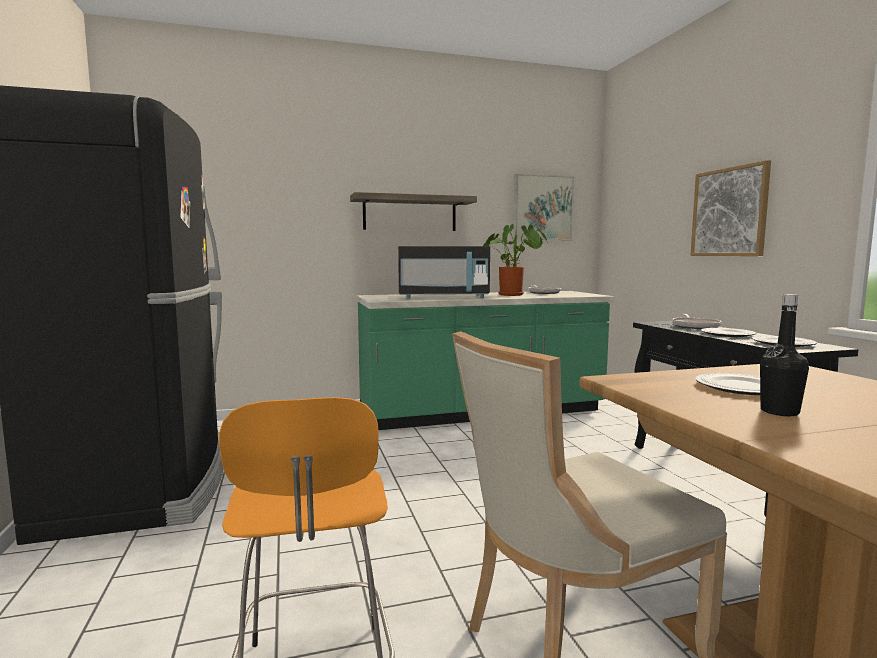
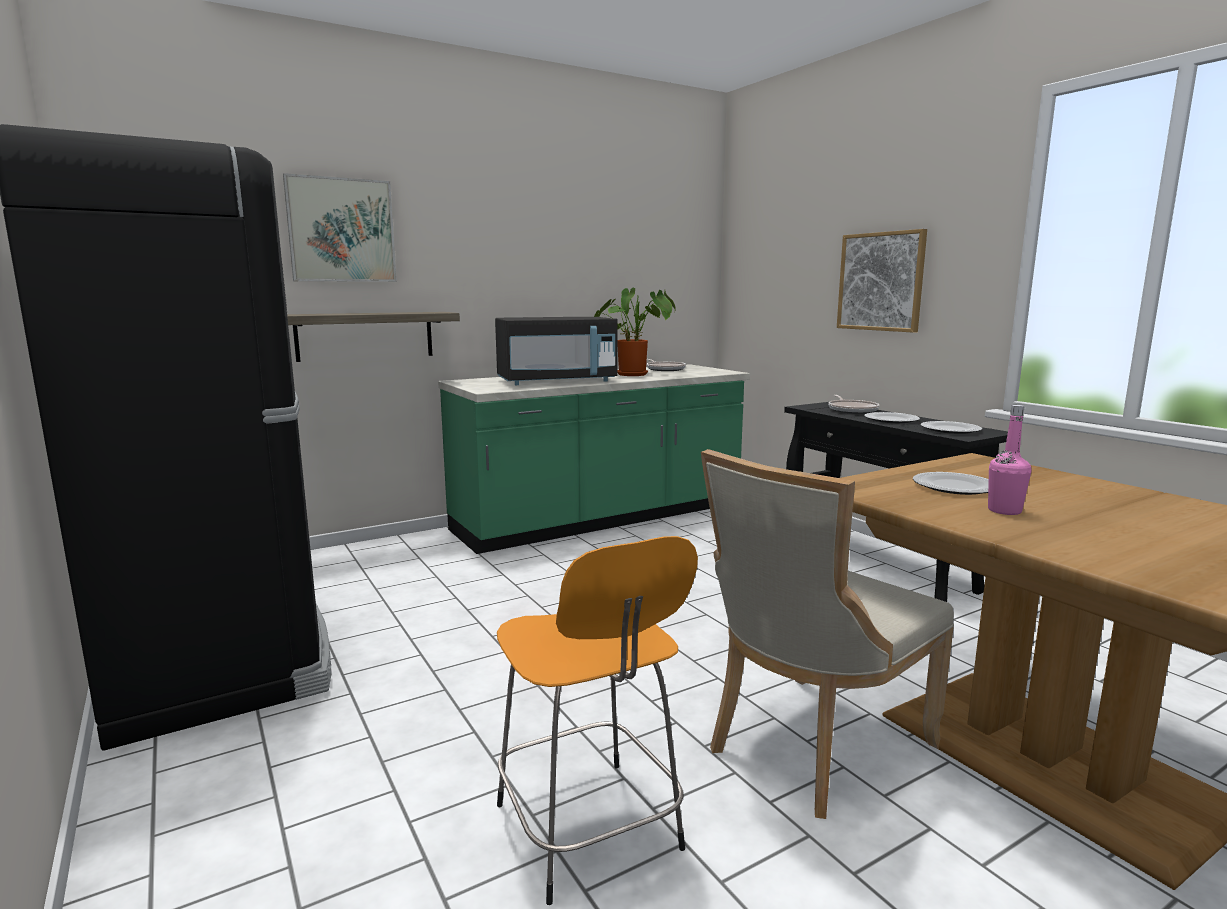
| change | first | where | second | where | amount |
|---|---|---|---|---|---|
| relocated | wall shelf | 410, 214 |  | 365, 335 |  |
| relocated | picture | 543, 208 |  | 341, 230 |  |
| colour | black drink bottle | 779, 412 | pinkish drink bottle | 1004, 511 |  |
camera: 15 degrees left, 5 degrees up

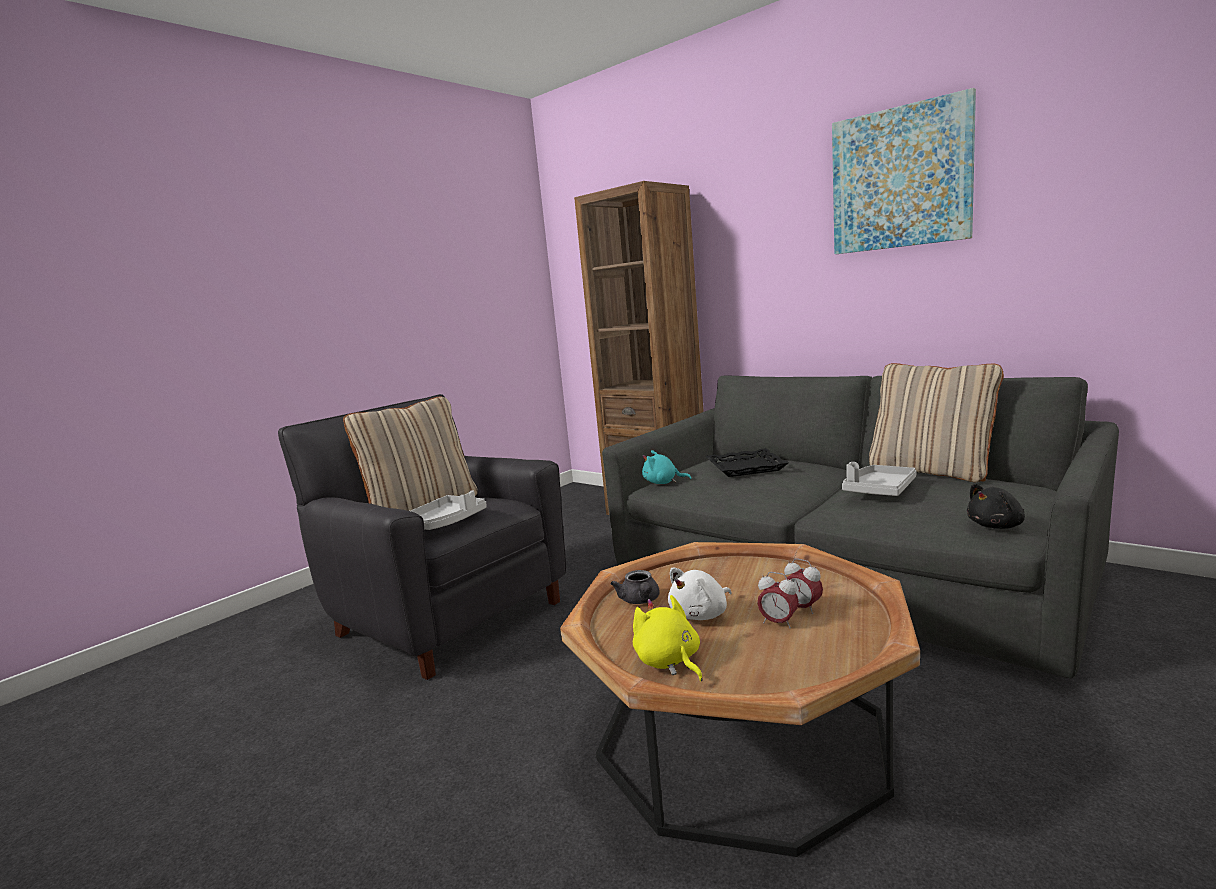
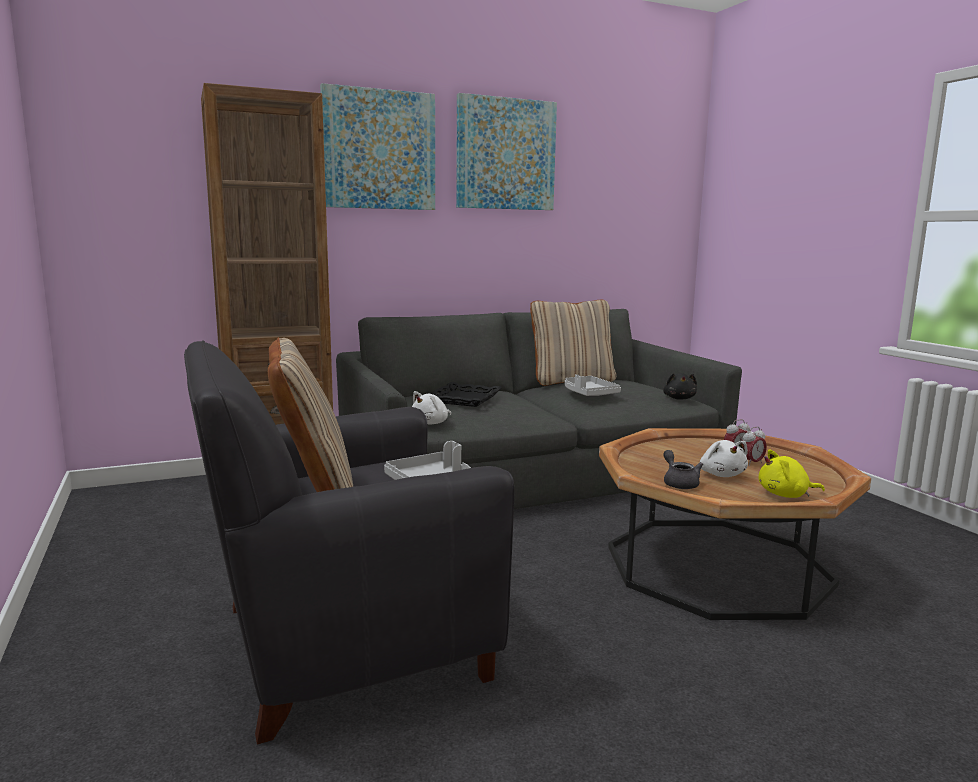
| change | first | where | second | where | amount |
|---|---|---|---|---|---|
| appeared |  |  | picture | 379, 150 |  |
| colour | turquoise cuddly toy | 663, 483 | whitish cuddly toy | 431, 423 |  |
| spun | grey teapot | 640, 601 |  | 679, 483 | 120 degrees counterclockwise |
camera: 65 degrees left, 0 degrees up

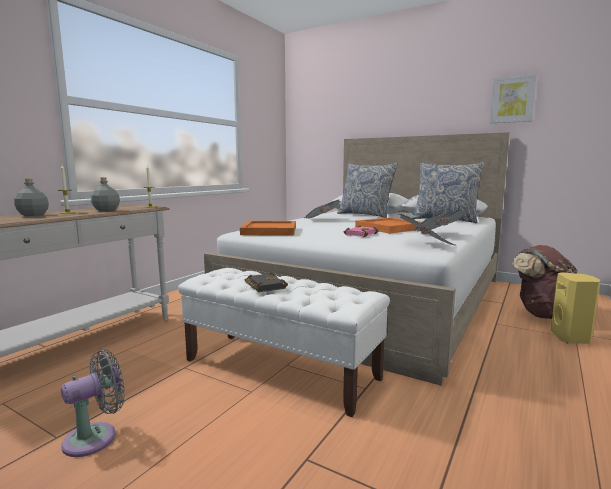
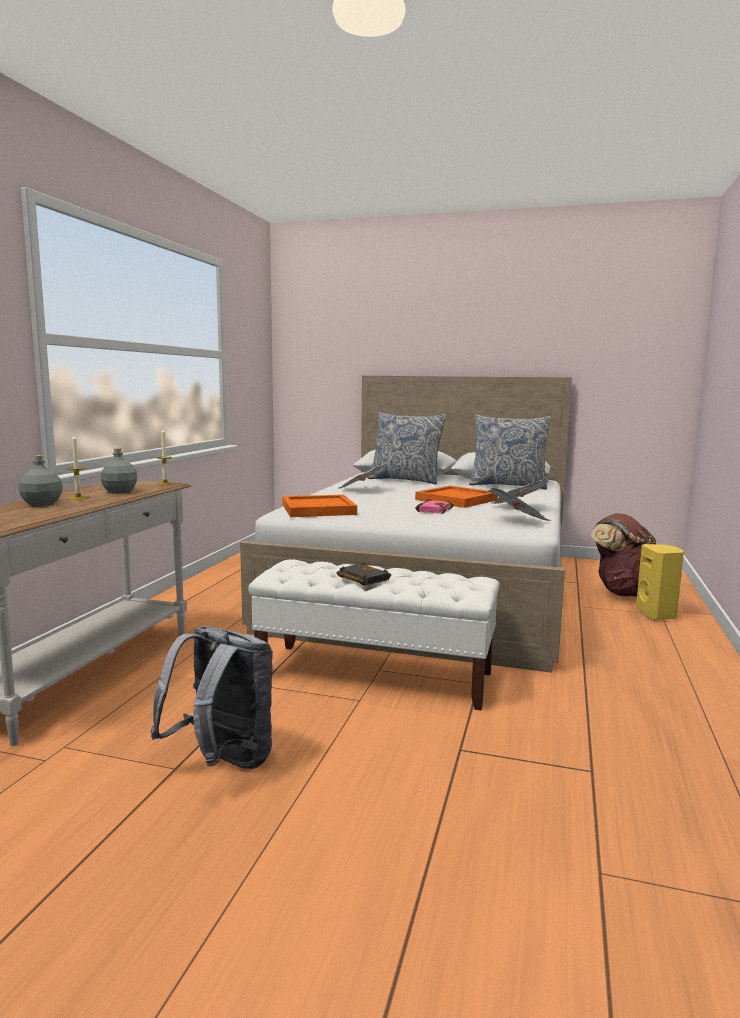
| change | first | where | second | where | amount |
|---|---|---|---|---|---|
| missing | picture | 512, 99 |  |  |  |
| exchanged | grey fan | 96, 437 | grey backpack | 222, 762 |  |
camera: 15 degrees left, 0 degrees up

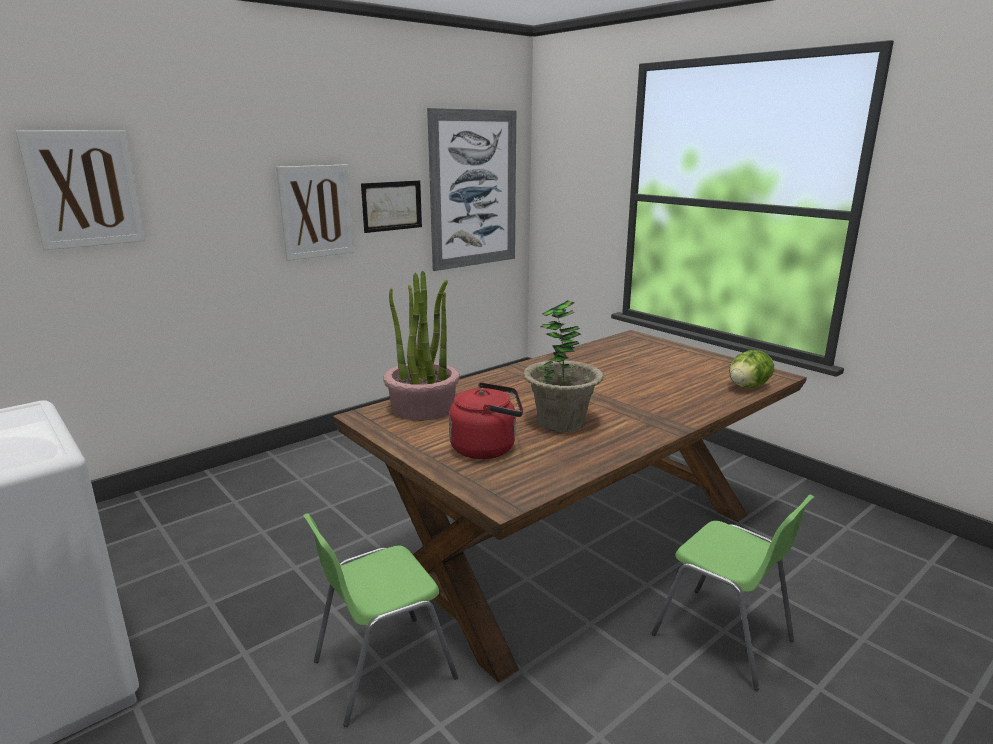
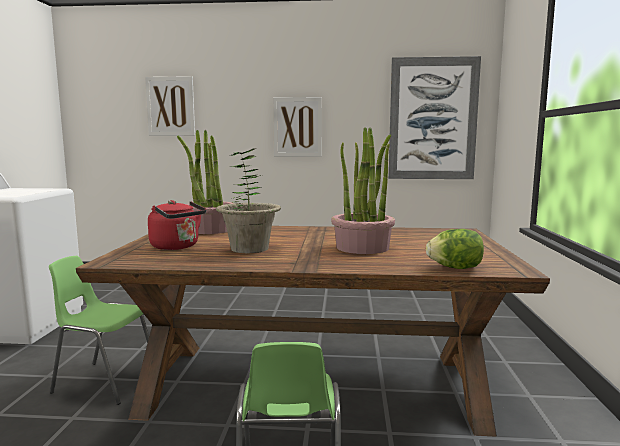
| change | first | where | second | where | amount |
|---|---|---|---|---|---|
| missing | picture | 392, 206 |  |  |  |
| appeared |  |  | plant in a pot | 362, 248 |  |
camera: 45 degrees right, 10 degrees down

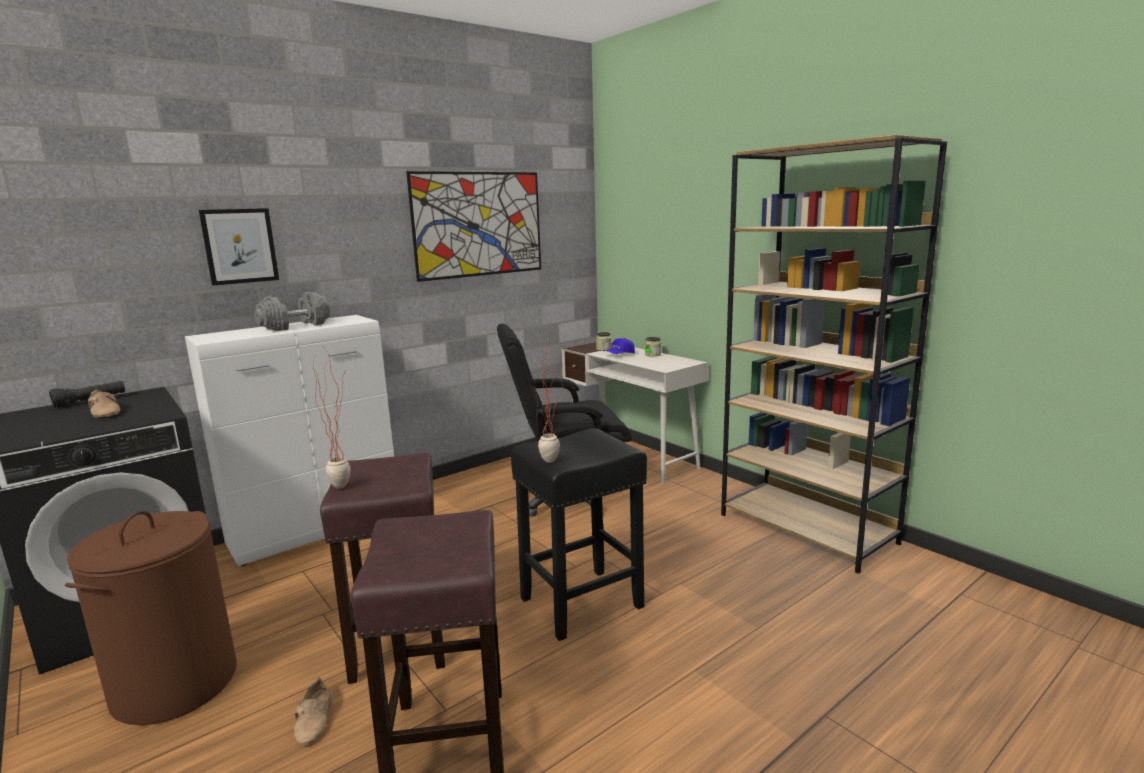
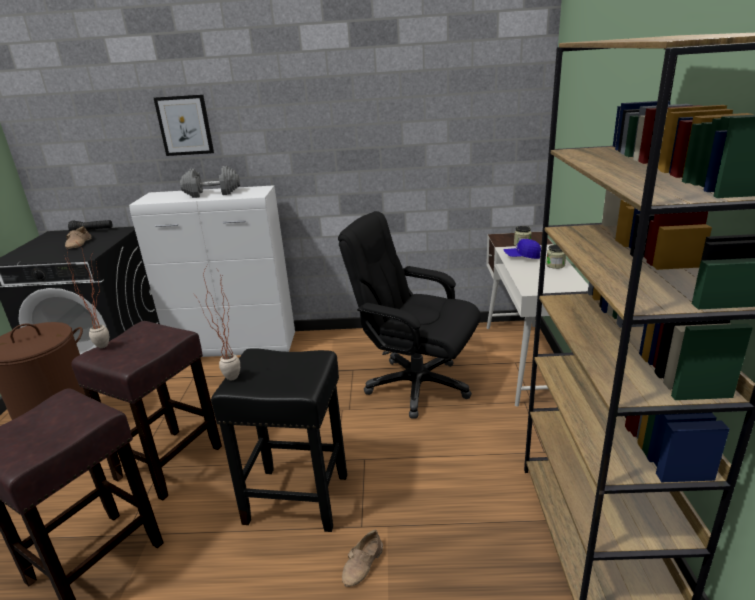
| change | first | where | second | where | amount |
|---|---|---|---|---|---|
| missing | picture | 479, 224 |  |  |  |
| relocated | beige low shoe | 316, 719 |  | 363, 564 |  |
camera: 40 degrees right, 10 degrees up

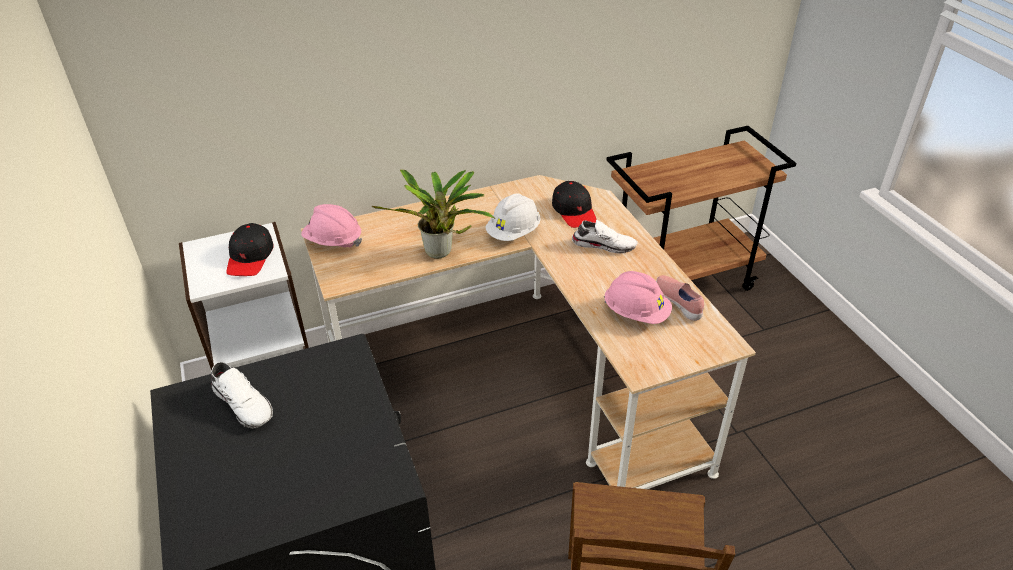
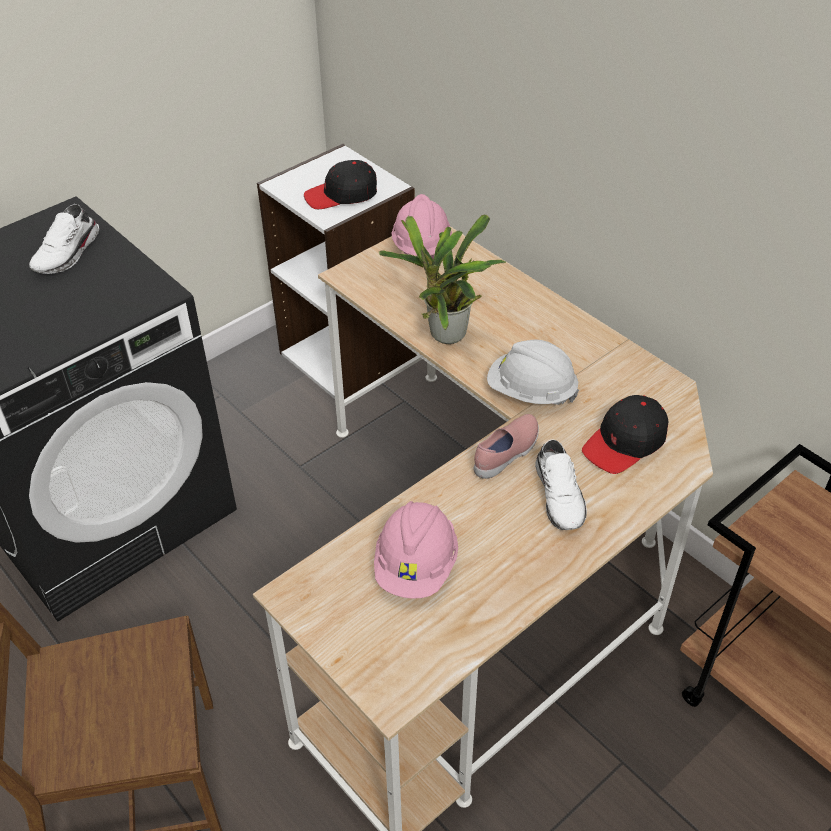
| change | first | where | second | where | amount |
|---|---|---|---|---|---|
| relocated | pinkish low shoe | 679, 303 |  | 507, 454 |  |
camera: 70 degrees right, 5 degrees up

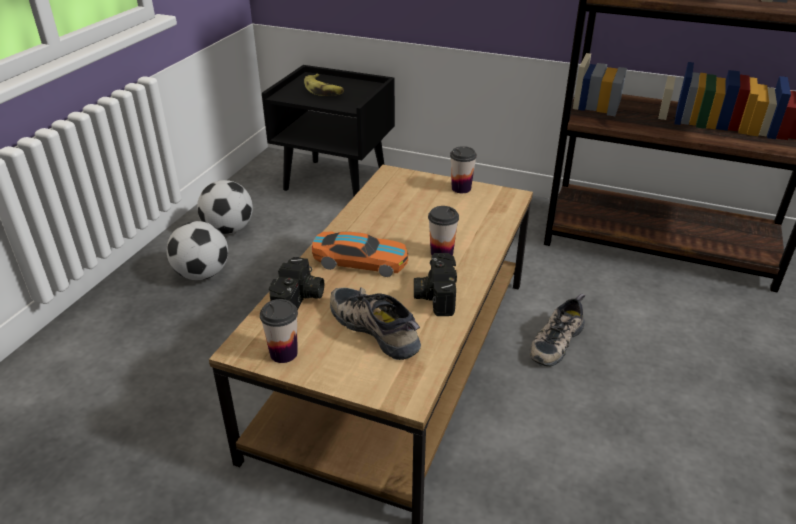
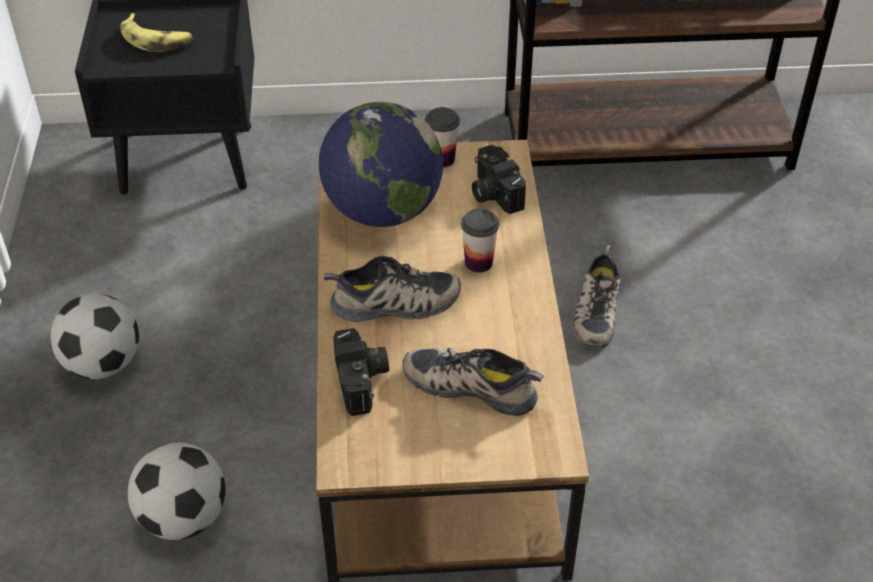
| change | first | where | second | where | amount |
|---|---|---|---|---|---|
| missing | drinking cup | 283, 353 |  |  |  |
| appeared |  |  | desk globe | 382, 211 |  |
| relocated | football | 229, 229 |  | 183, 518 |  |
| relocated | still camera | 434, 295 |  | 492, 193 |  |
| exchanged | toy car | 360, 261 | low shoe | 394, 304 |  |
camera: 25 degrees left, 10 degrees up

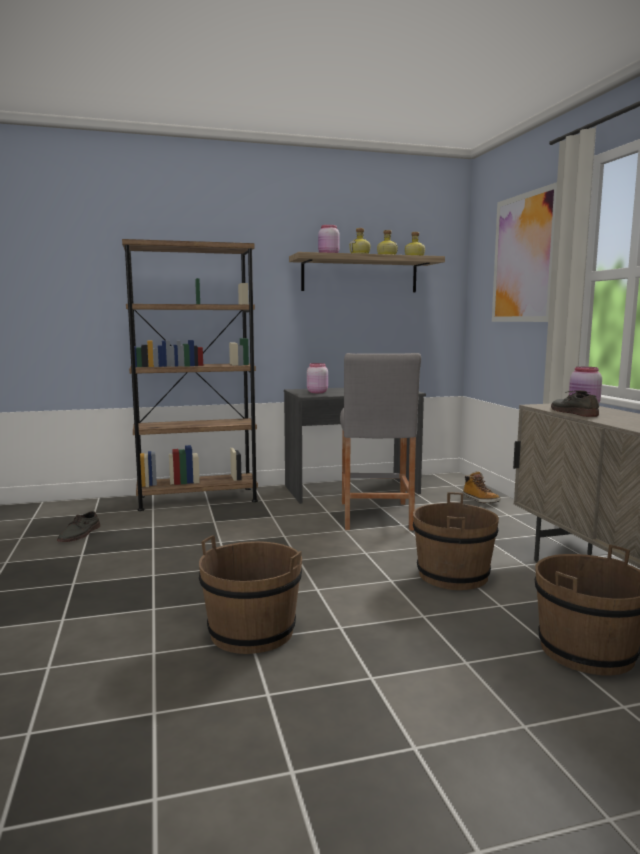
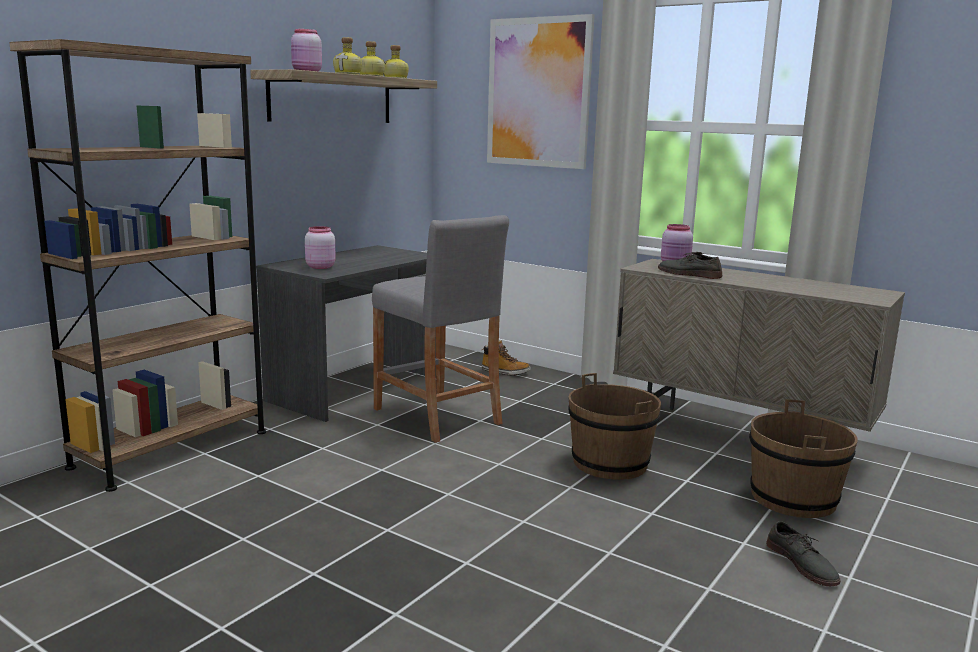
| change | first | where | second | where | amount |
|---|---|---|---|---|---|
| missing | brown-coloured pail | 252, 632 |  |  |  |
| relocated | grey low shoe | 80, 534 |  | 802, 563 |  |
camera: 40 degrees left, 5 degrees up

